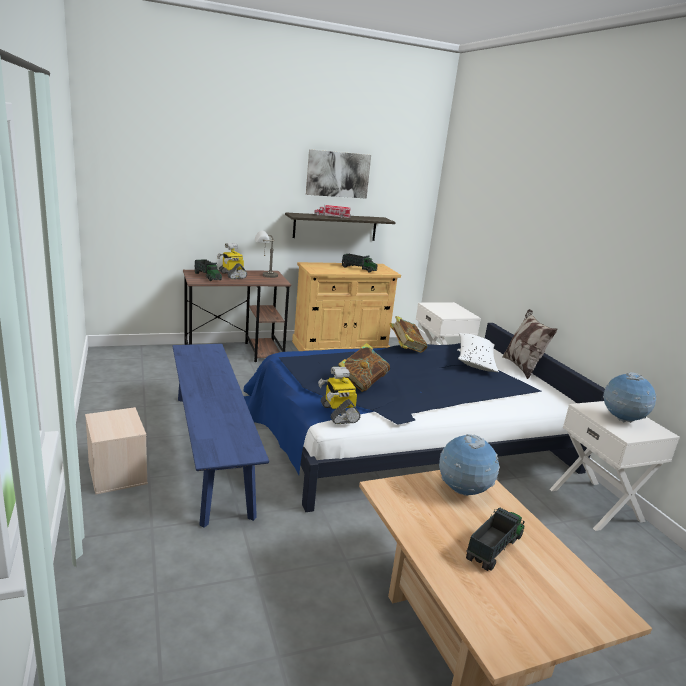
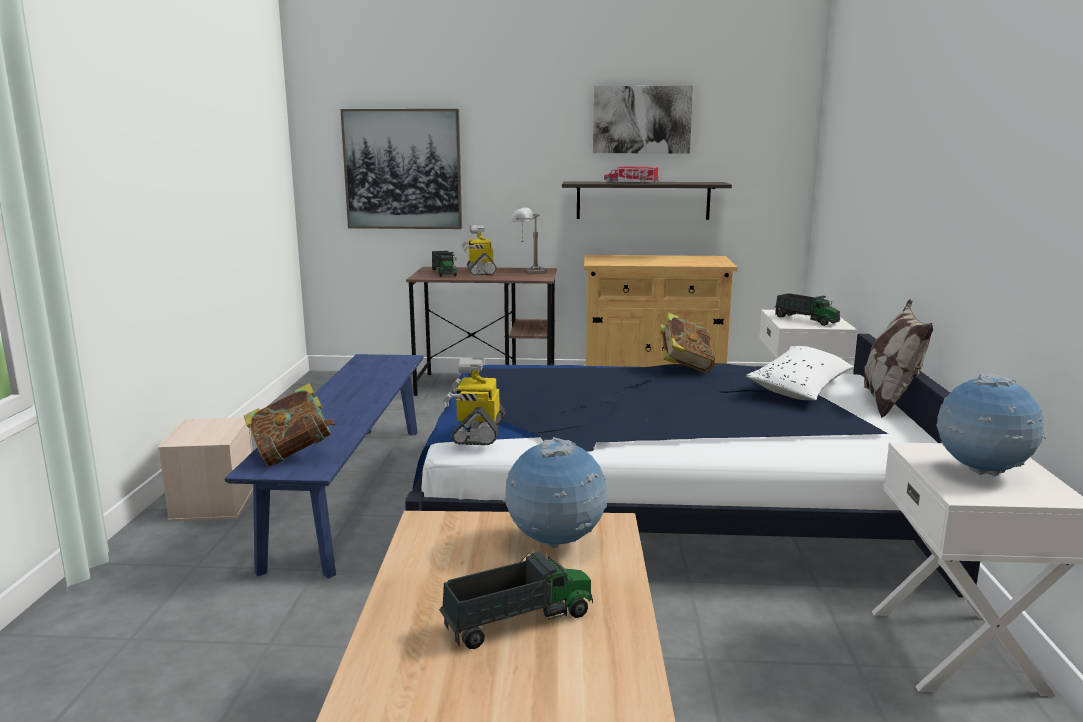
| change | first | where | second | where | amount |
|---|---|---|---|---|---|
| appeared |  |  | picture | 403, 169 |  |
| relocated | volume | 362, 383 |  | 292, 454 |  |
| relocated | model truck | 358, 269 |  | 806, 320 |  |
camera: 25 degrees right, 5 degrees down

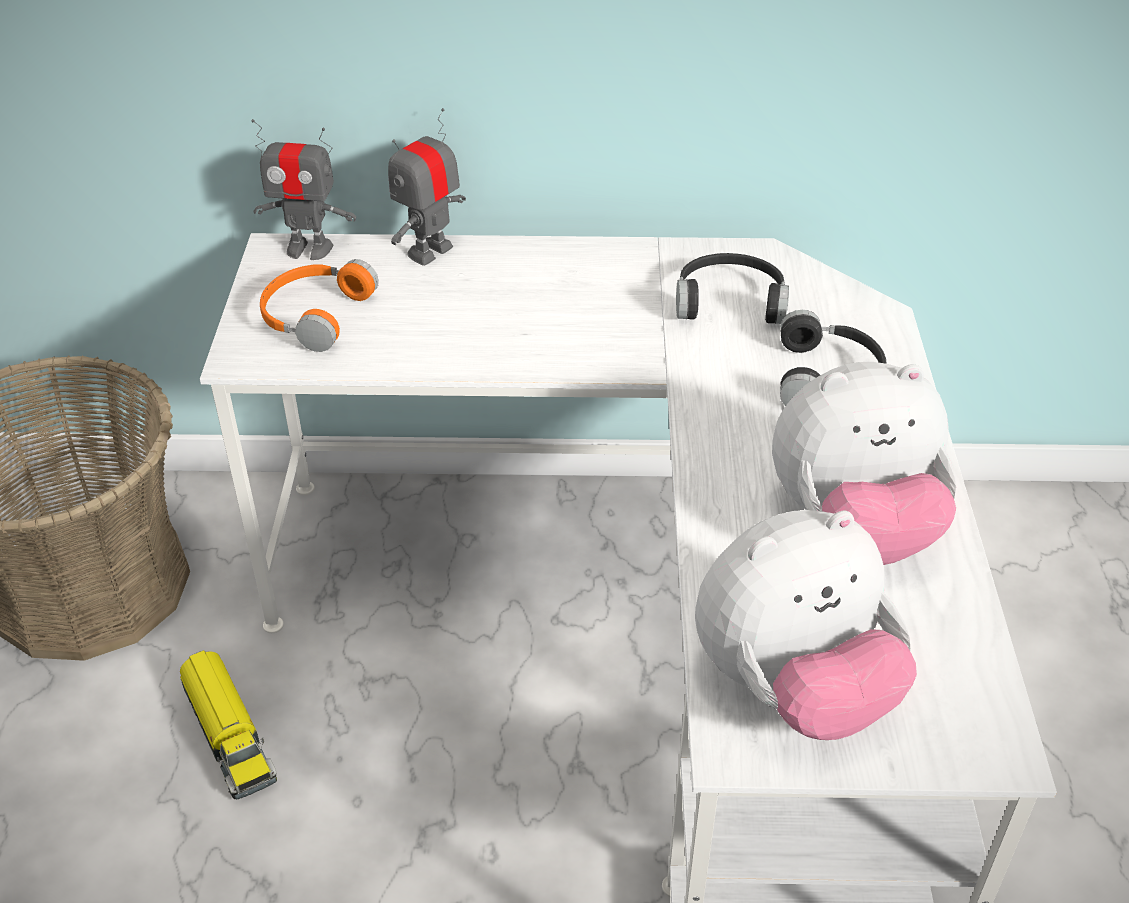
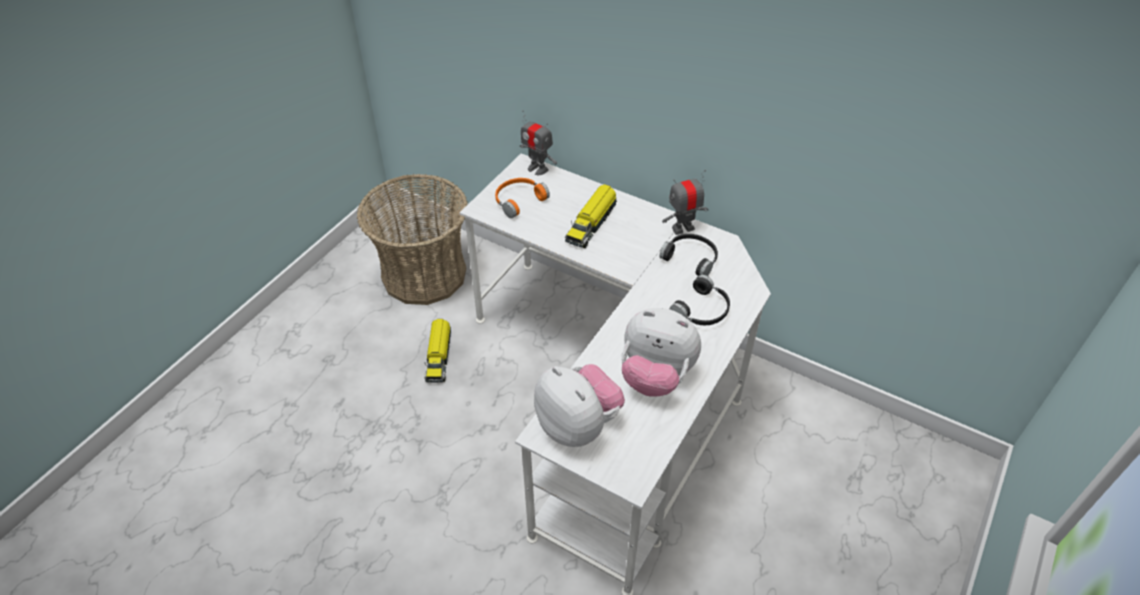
| change | first | where | second | where | amount |
|---|---|---|---|---|---|
| appeared |  |  | model truck | 591, 223 |  |
| relocated | toy robot | 430, 252 |  | 683, 228 |  |
| spun | cuddly toy | 793, 688 |  | 578, 425 | 135 degrees counterclockwise |
camera: 30 degrees right, 5 degrees up

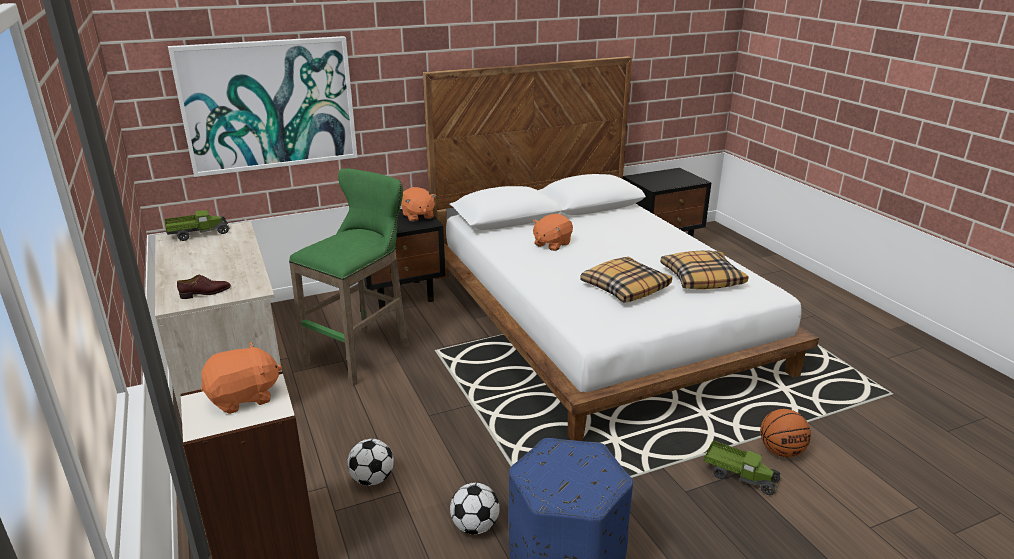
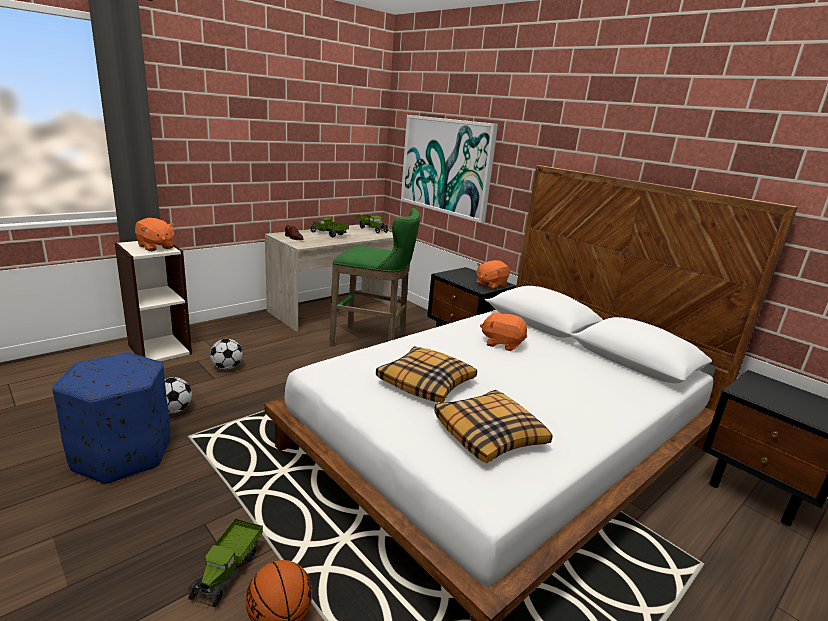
| change | first | where | second | where | amount |
|---|---|---|---|---|---|
| appeared |  |  | model truck | 328, 234 |  |
camera: 70 degrees right, 5 degrees down

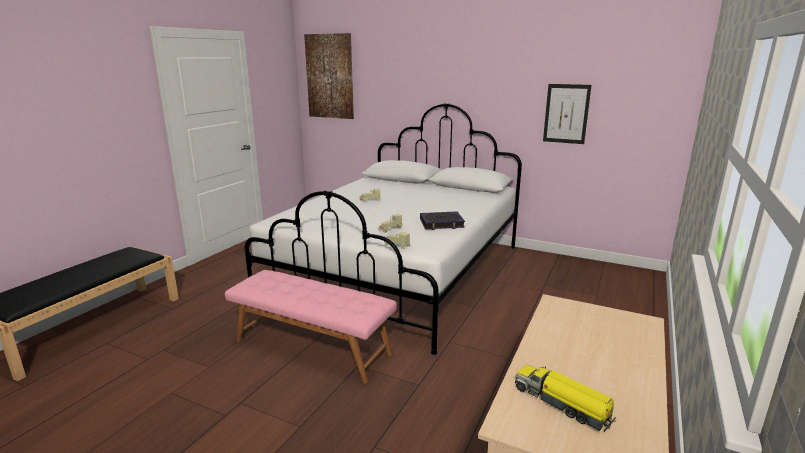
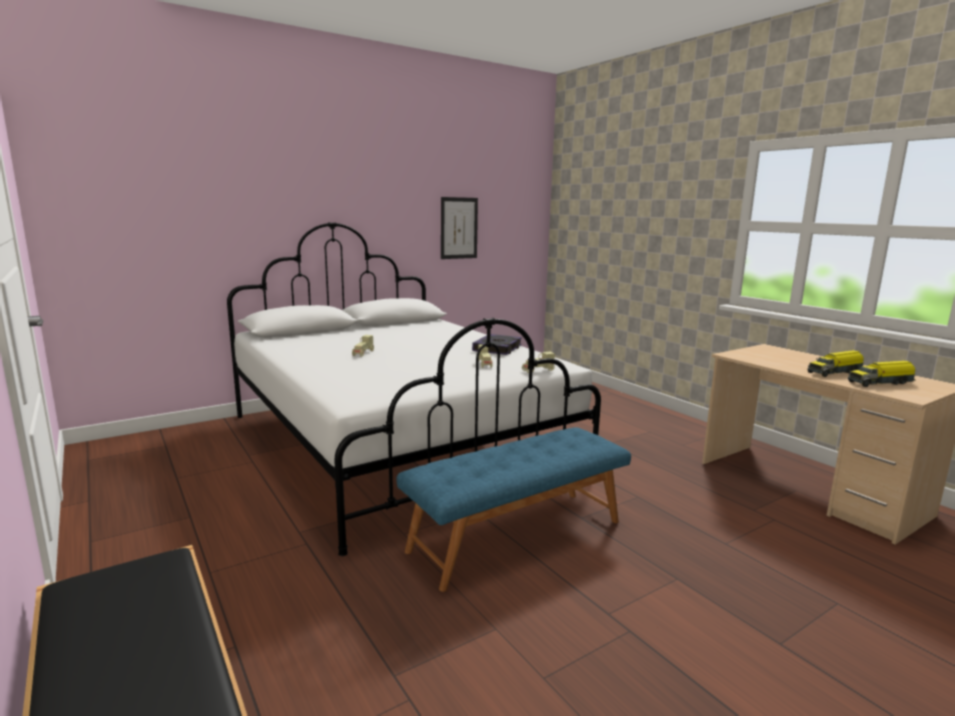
| change | first | where | second | where | amount |
|---|---|---|---|---|---|
| missing | picture | 330, 76 |  |  |  |
| appeared |  |  | model truck | 835, 372 |  |
| colour | pinkish bench | 313, 346 | blue bench | 516, 535 |  |
camera: 60 degrees left, 5 degrees down

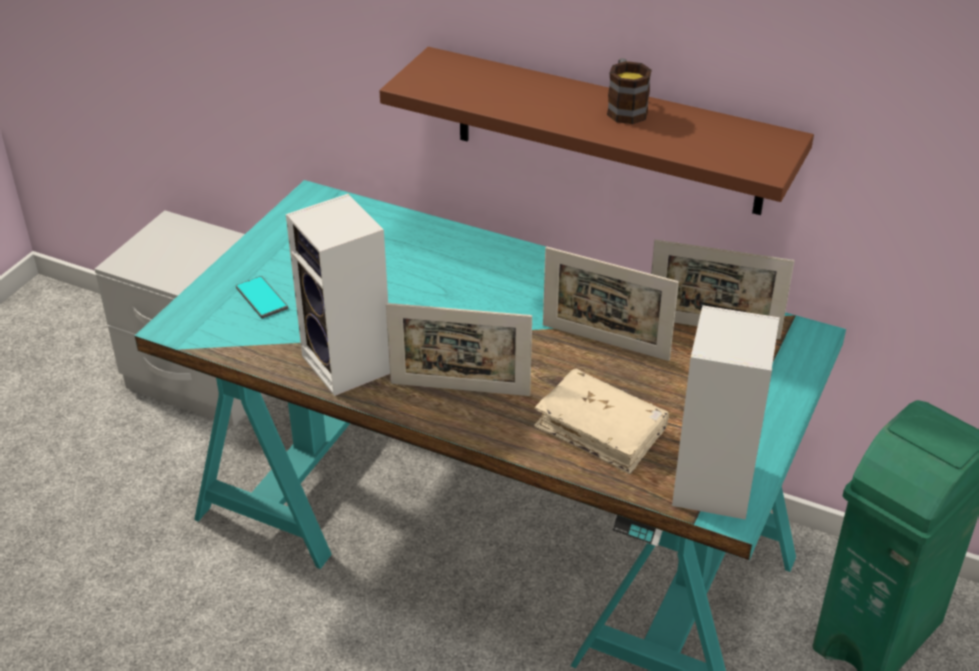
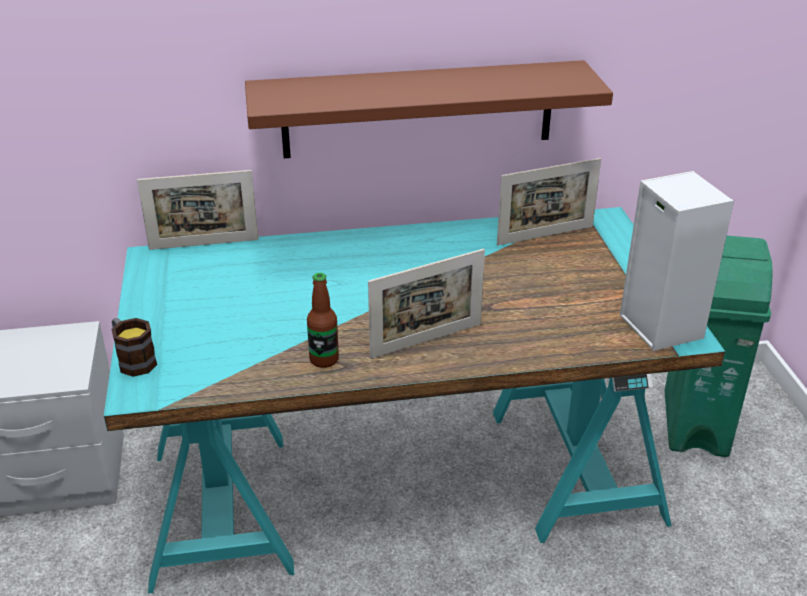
| change | first | where | second | where | amount |
|---|---|---|---|---|---|
| missing | phone | 262, 298 |  |  |  |
| missing | beige volume | 601, 430 |  |  |  |
| relocated | standing frame | 605, 342 |  | 204, 244 |  |
| relocated | mug | 625, 108 |  | 133, 360 |  |
| exchanged | loudspeaker | 350, 366 | drink bottle | 324, 360 |  |
camera: 35 degrees left, 5 degrees down

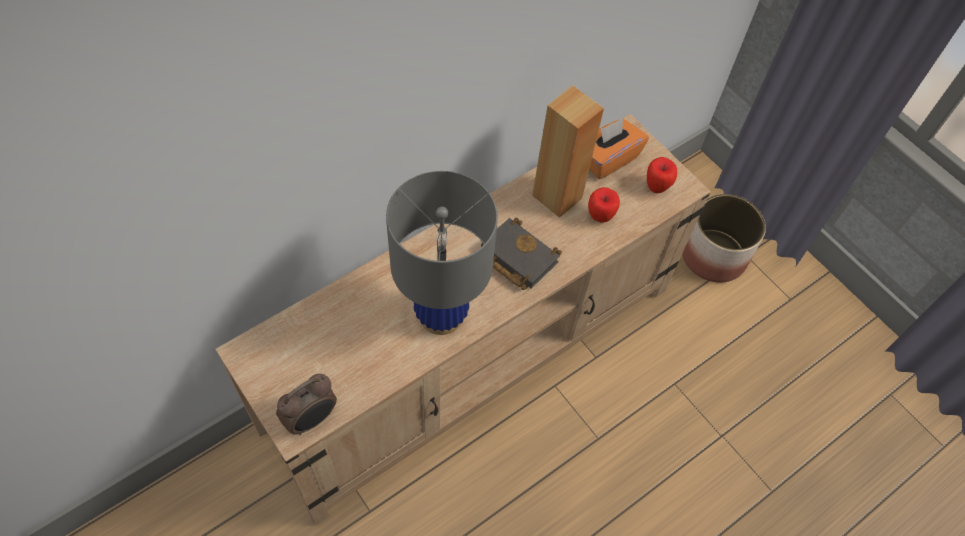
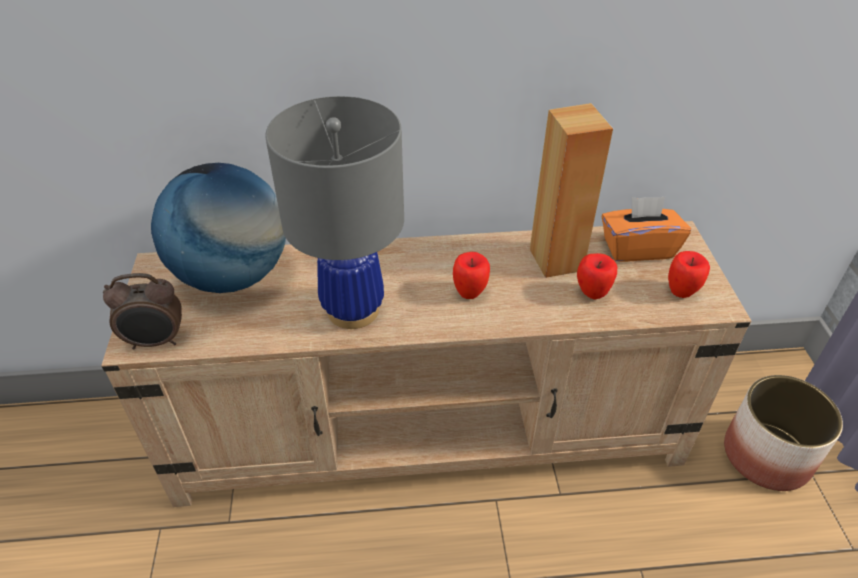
| change | first | where | second | where | amount |
|---|---|---|---|---|---|
| appeared |  |  | desk globe | 233, 276 |  |
| exchanged | black volume | 515, 257 | whole apple | 470, 293 |  |
camera: 35 degrees right, 15 degrees down

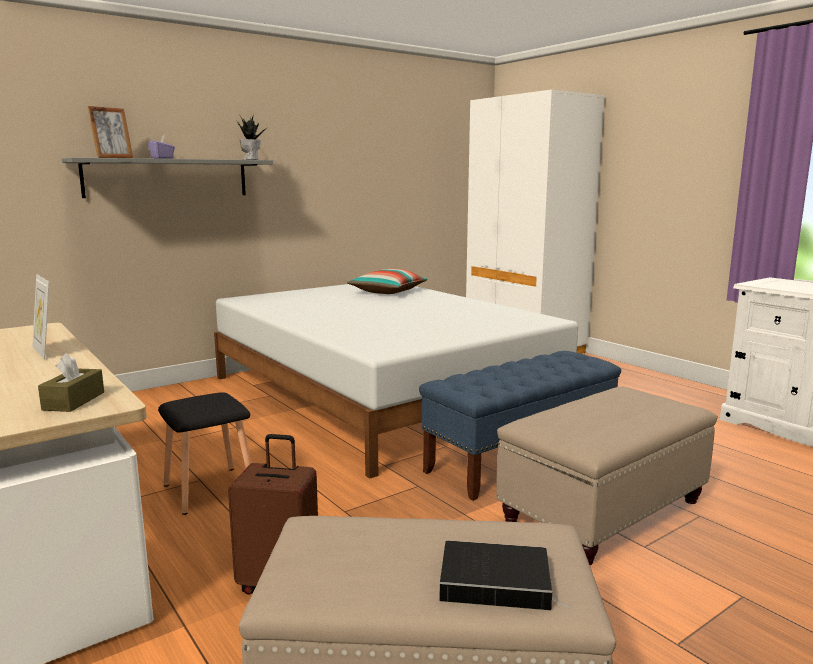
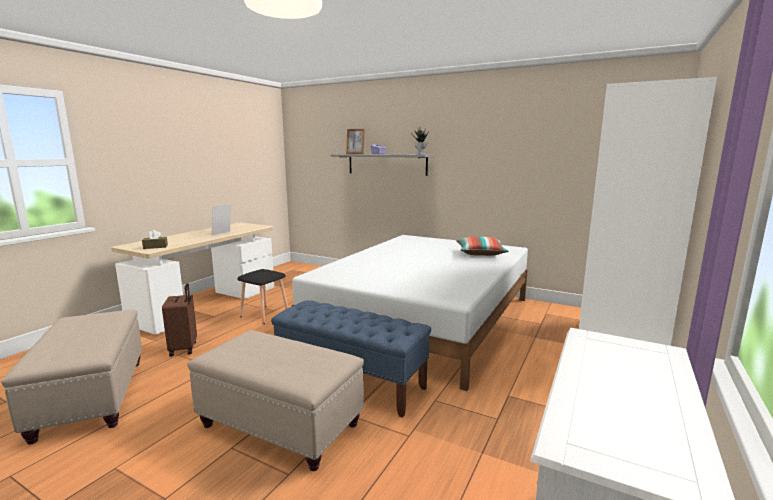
| change | first | where | second | where | amount |
|---|---|---|---|---|---|
| missing | volume | 498, 582 |  |  |  |
camera: 65 degrees right, 0 degrees up

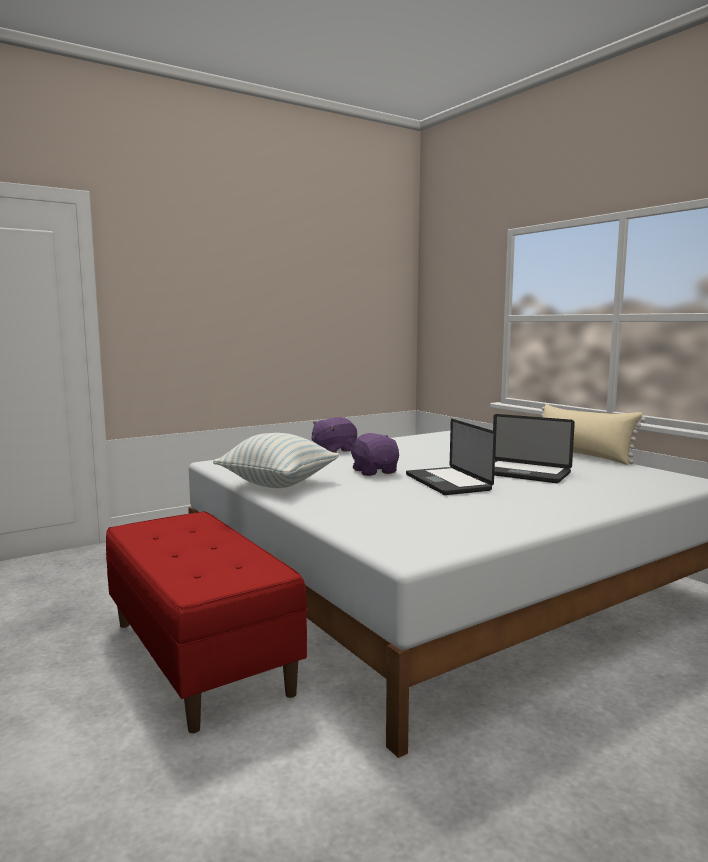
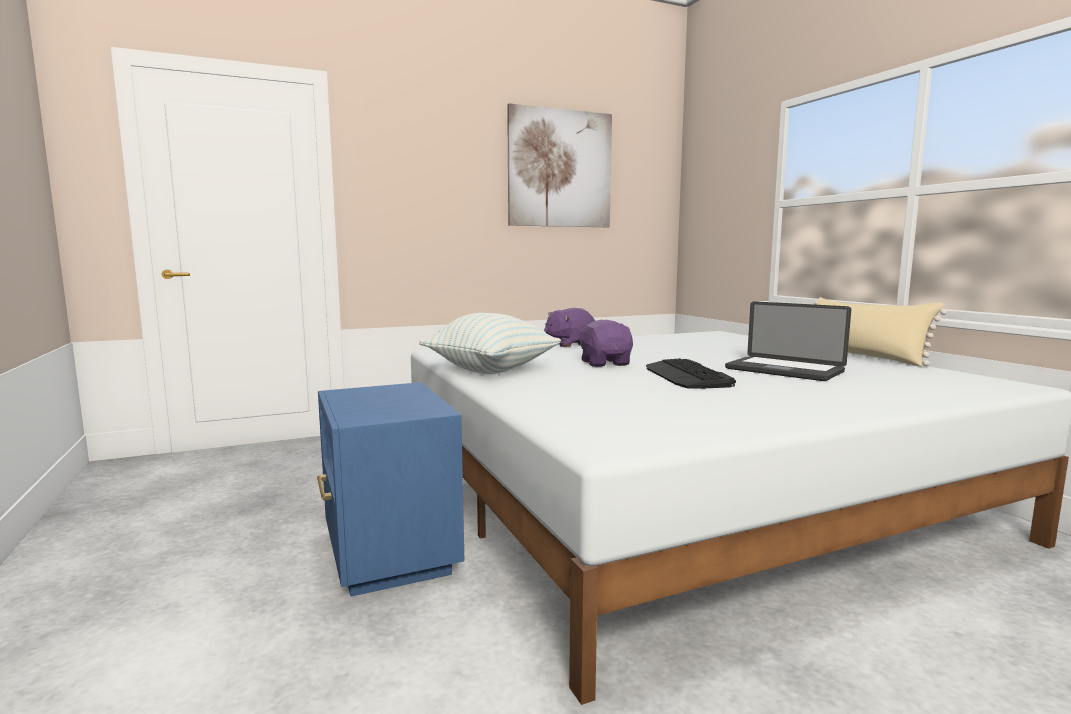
| change | first | where | second | where | amount |
|---|---|---|---|---|---|
| appeared |  |  | picture | 560, 169 |  |
| exchanged | red bench | 200, 656 | blue night table | 388, 555 |  |
| exchanged | laptop | 447, 482 | PC keyboard | 686, 376 |  |
camera: 10 degrees right, 0 degrees up

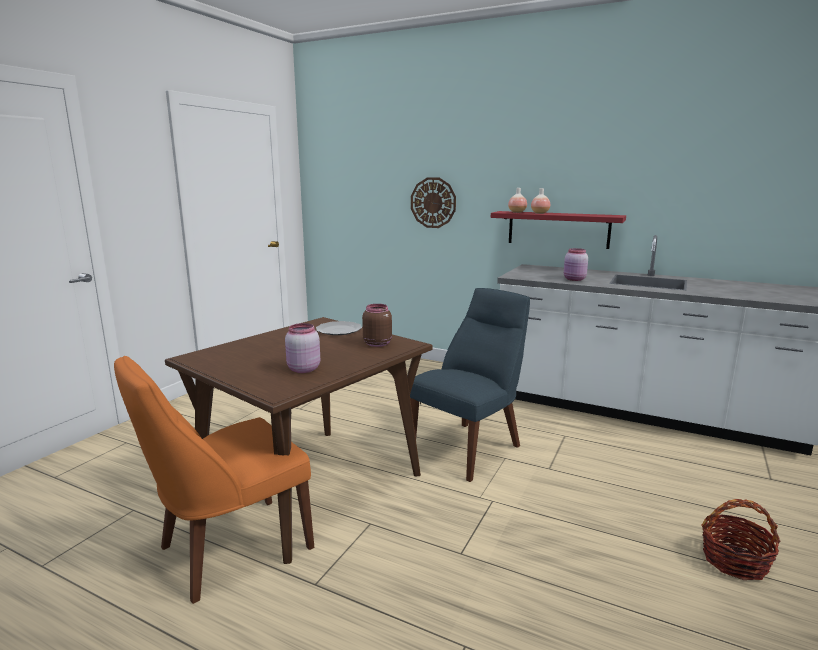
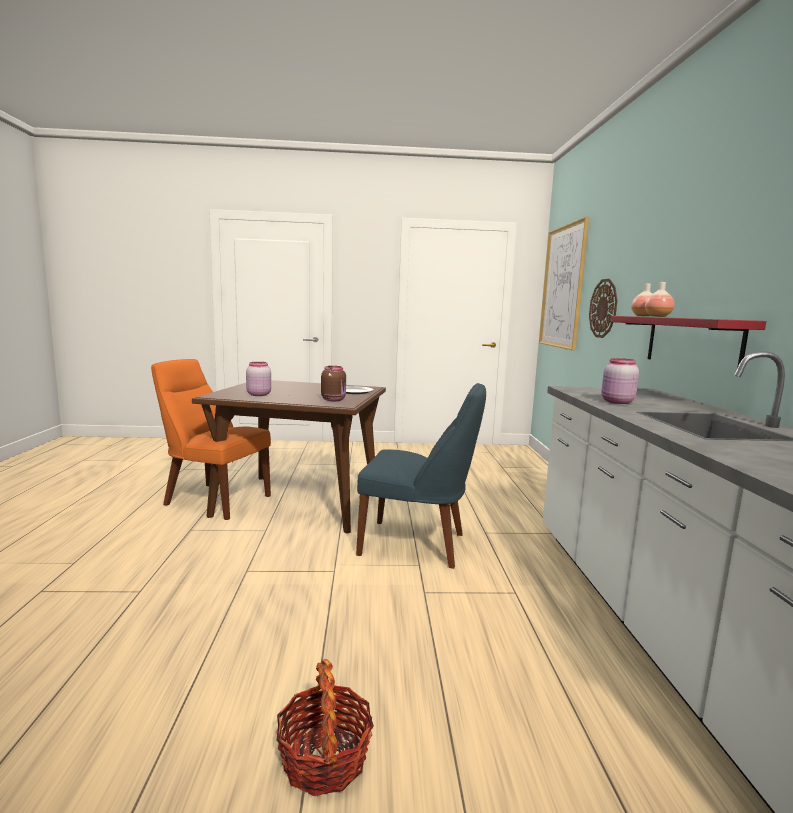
| change | first | where | second | where | amount |
|---|---|---|---|---|---|
| appeared |  |  | picture | 562, 287 |  |
camera: 60 degrees right, 5 degrees down

